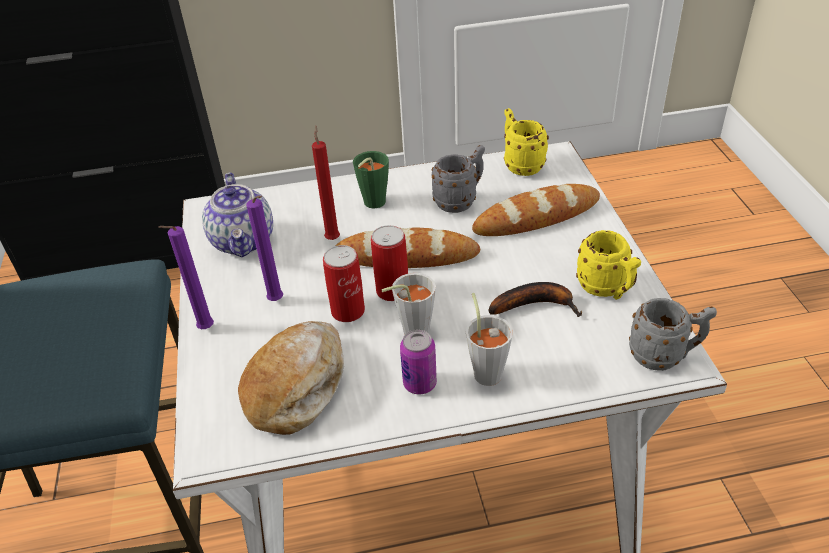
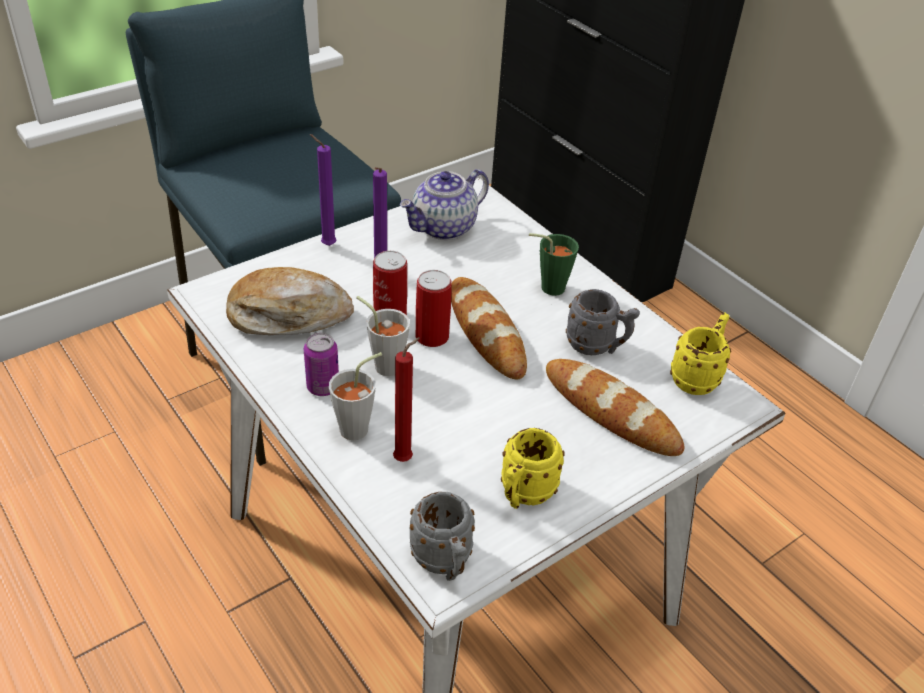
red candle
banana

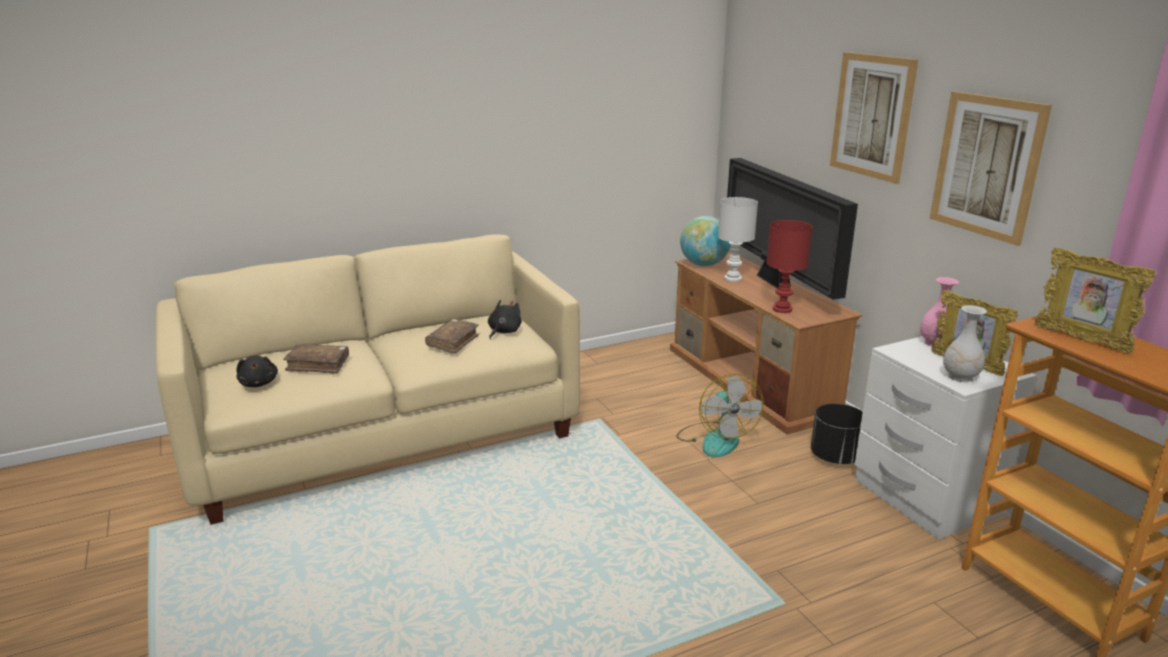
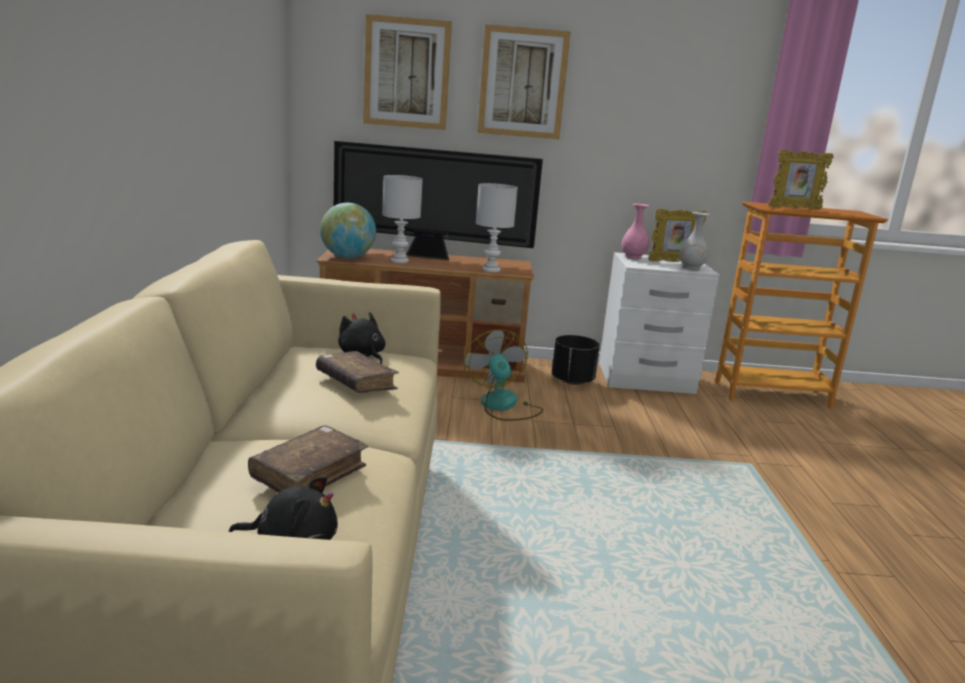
fan
white table lamp (no. 2 from left)
picture (no. 1 from left)

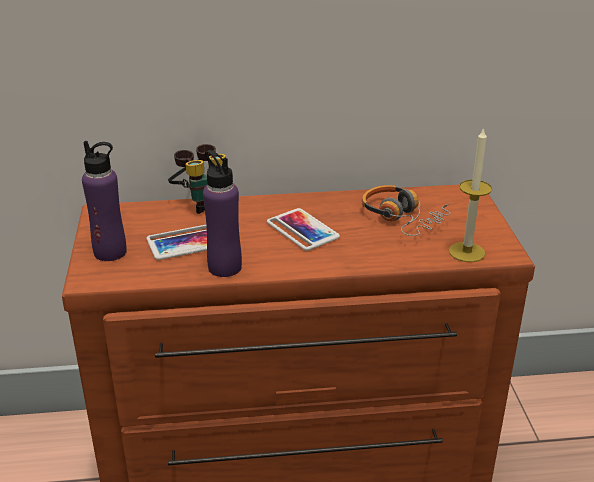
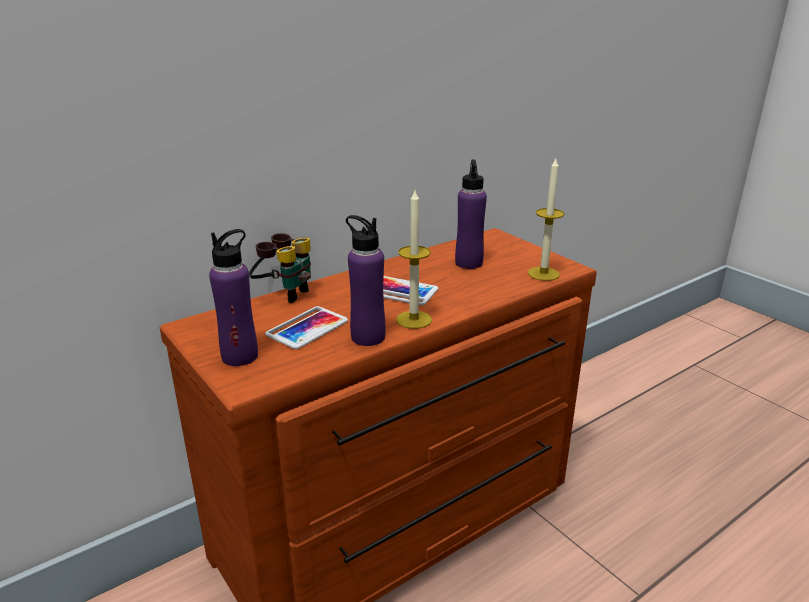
purple bottle (no. 3 from left)
candle (no. 1 from left)

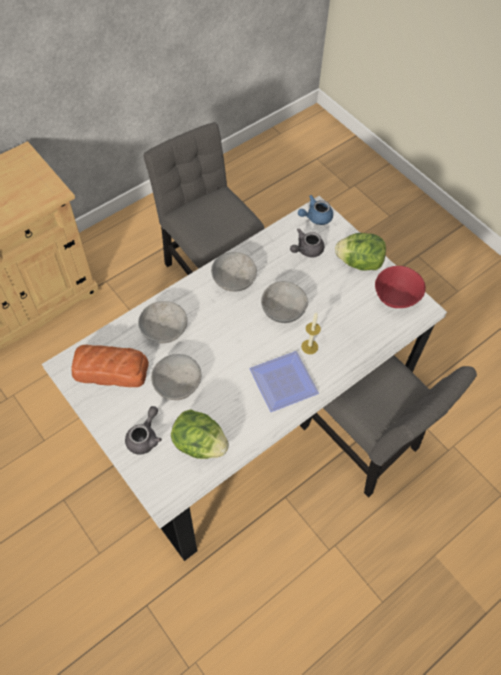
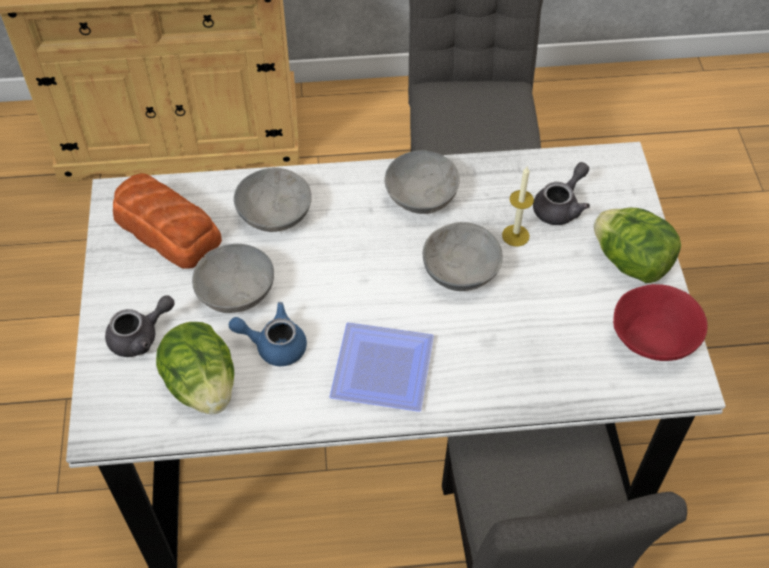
grey teapot (no. 2 from left)
blue teapot
candle

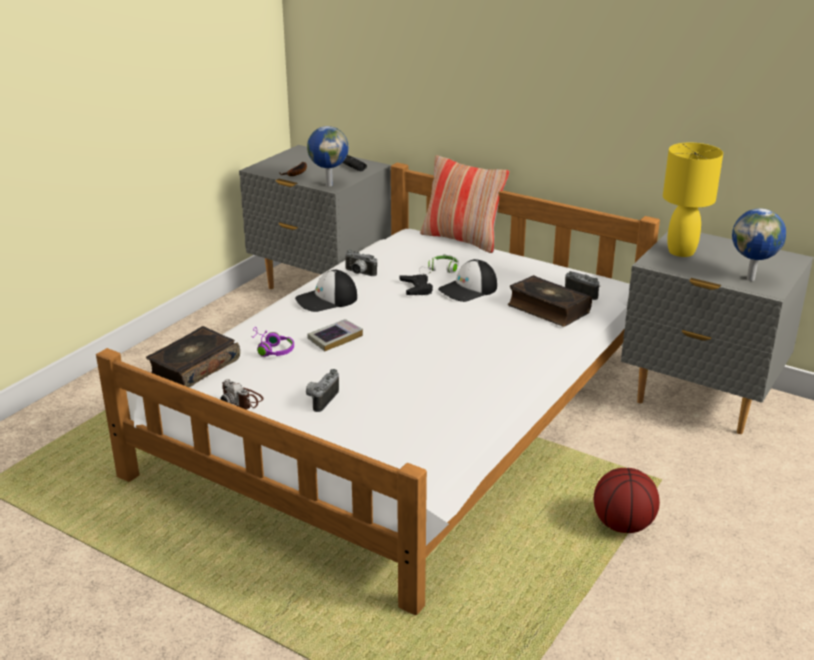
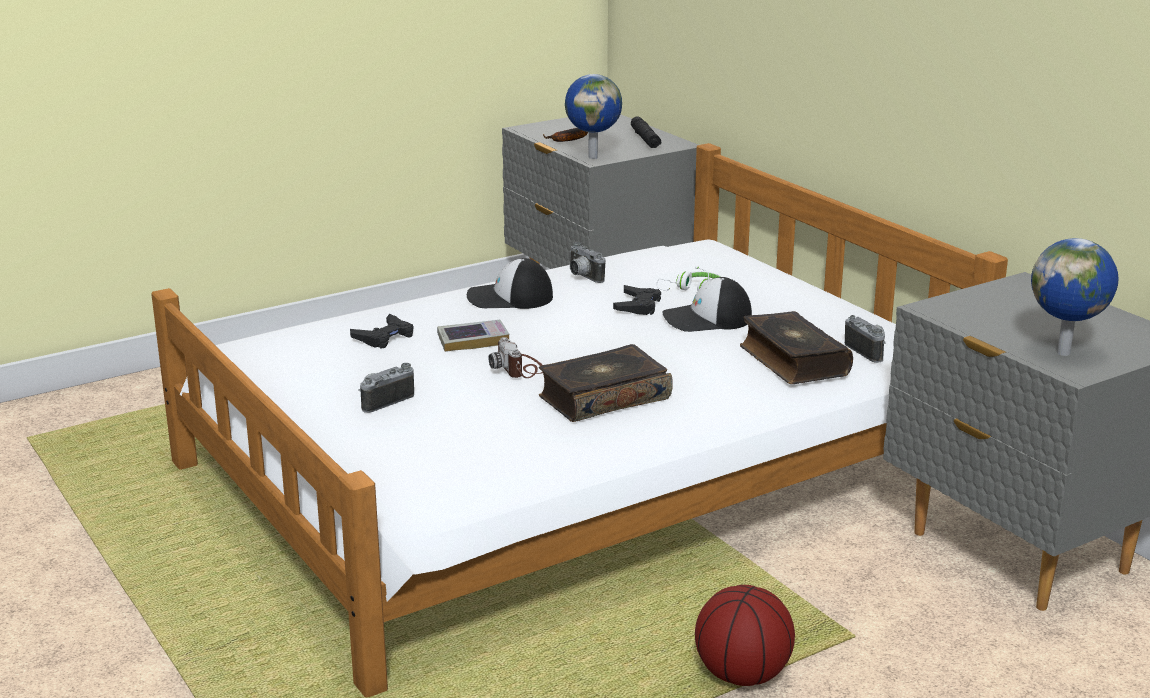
book (no. 2 from left)
photo camera (no. 2 from left)
black game controller (no. 1 from left)
pillow
yellow table lamp

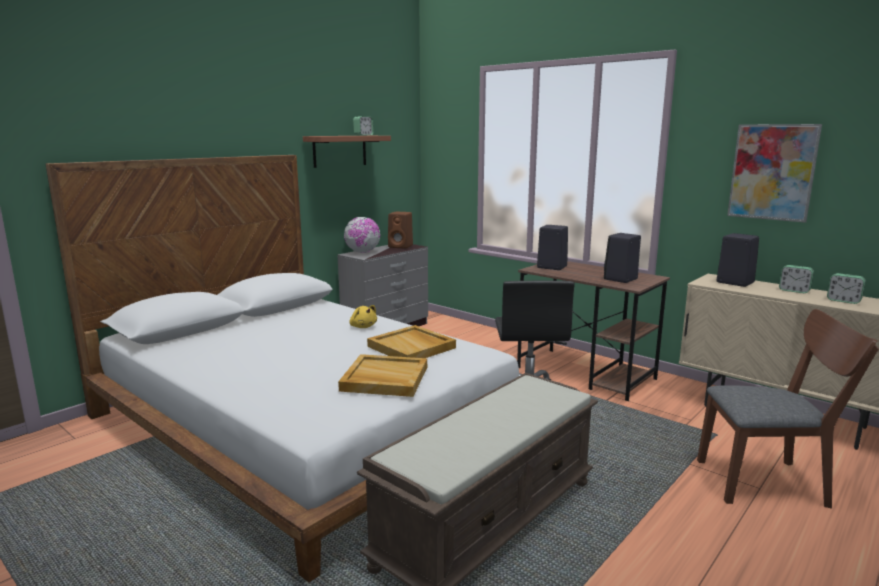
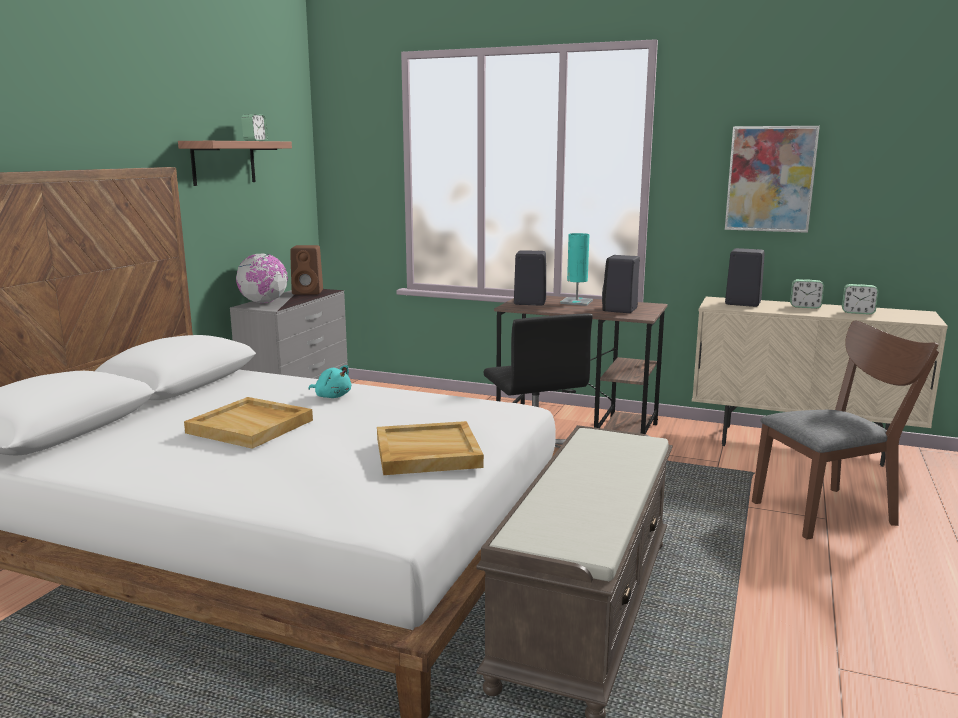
turquoise plush toy
beige tray (no. 1 from left)
turquoise table lamp

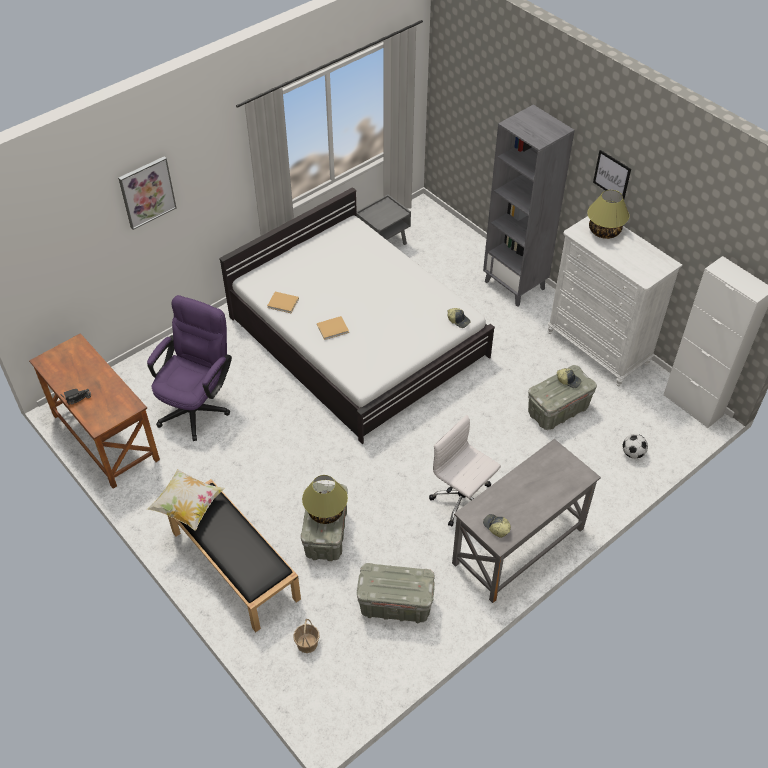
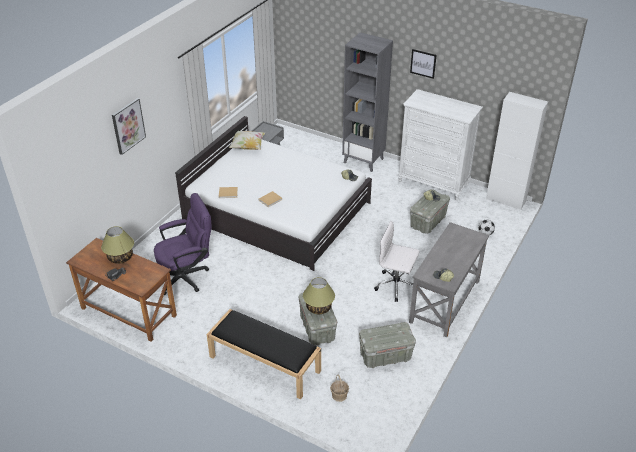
purple office chair
pillow
table lamp (no. 1 from left)

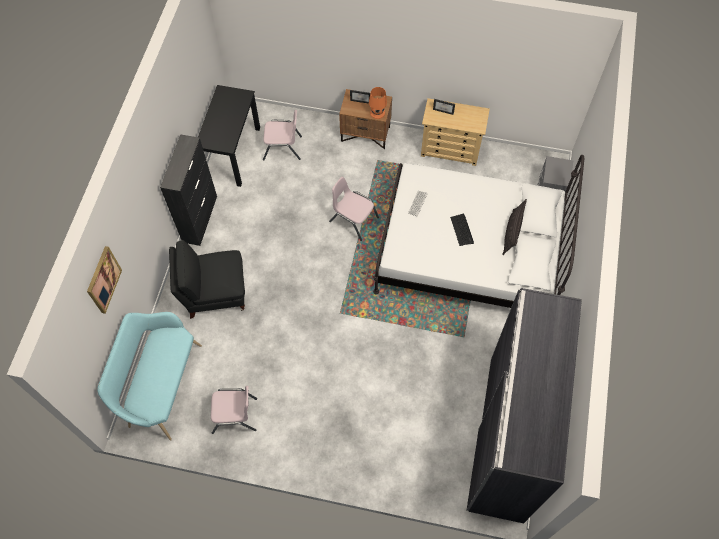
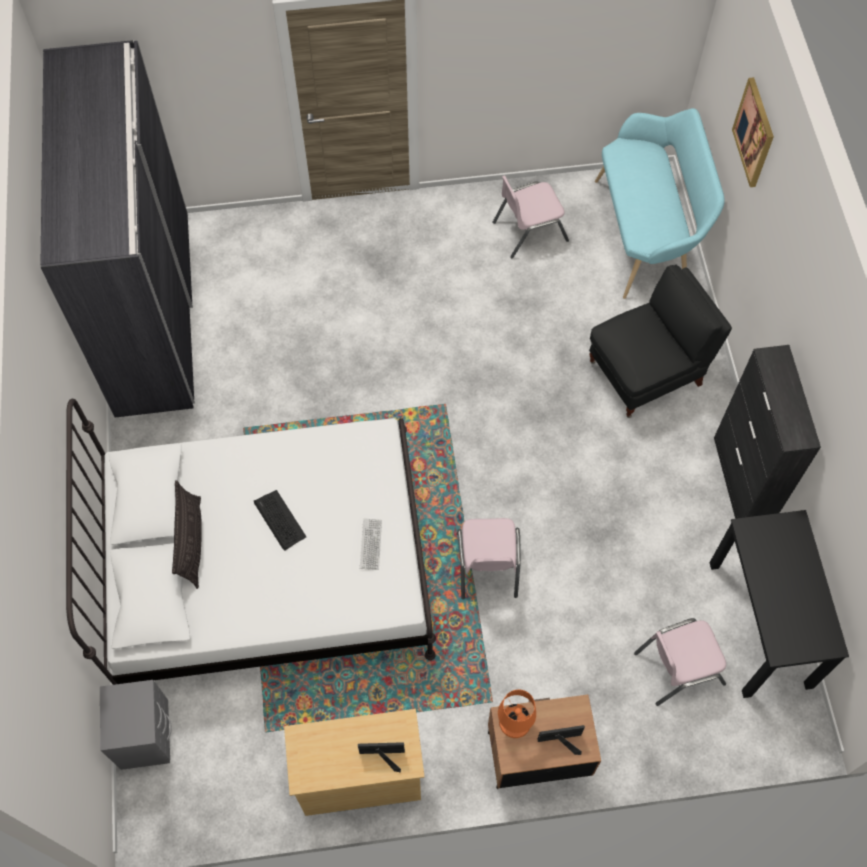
pink chair (no. 1 from left)

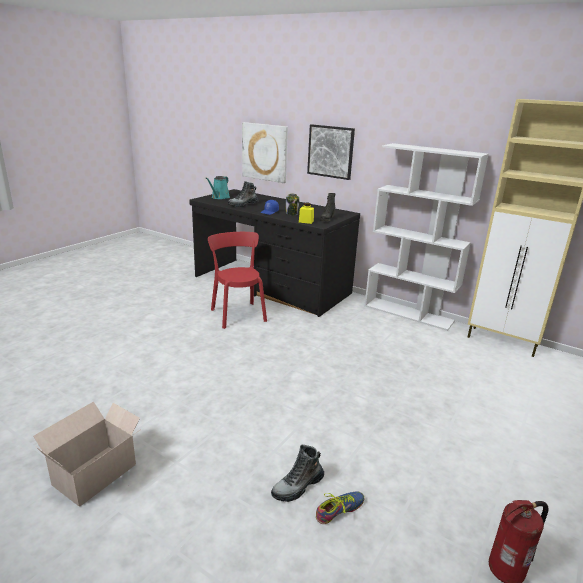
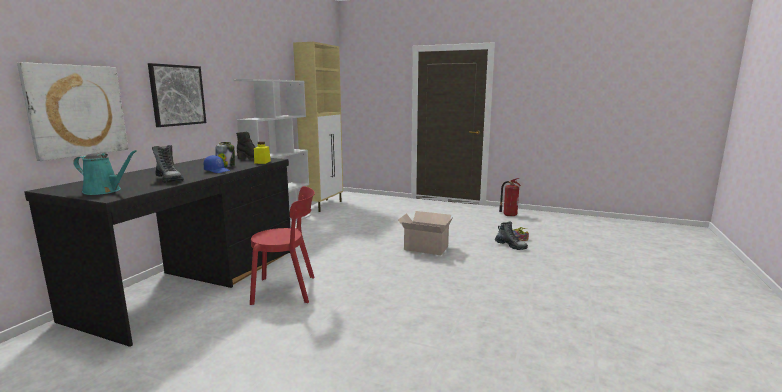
cardboard box
red chair

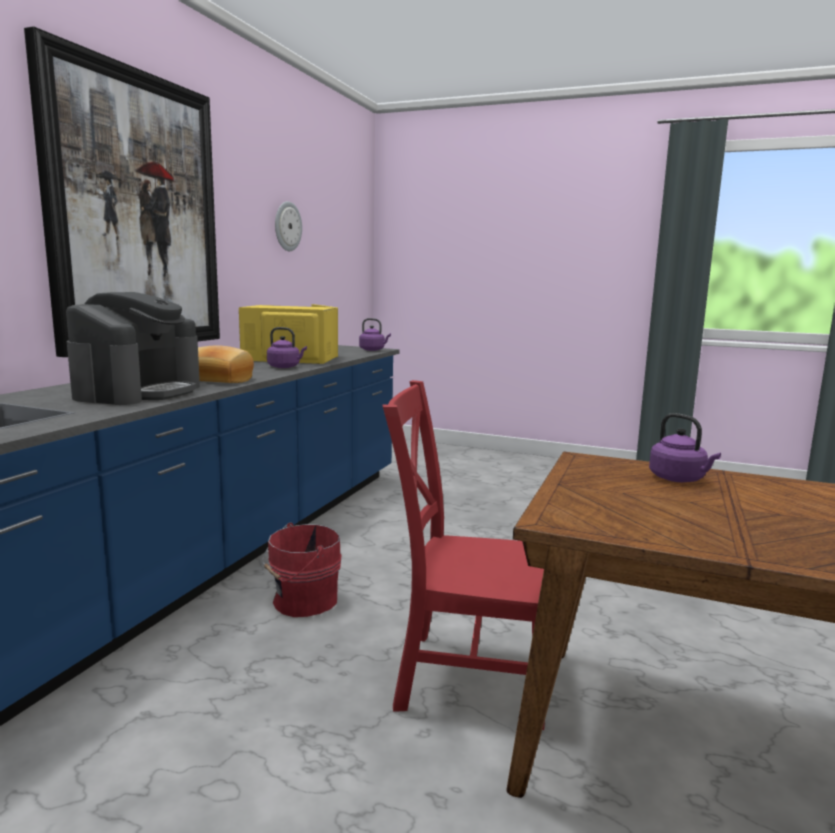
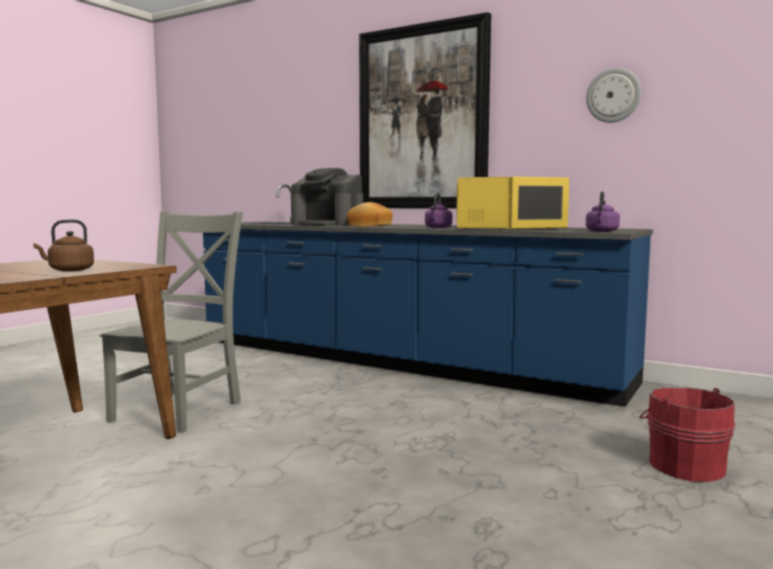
red bucket
grey chair
brown kettle

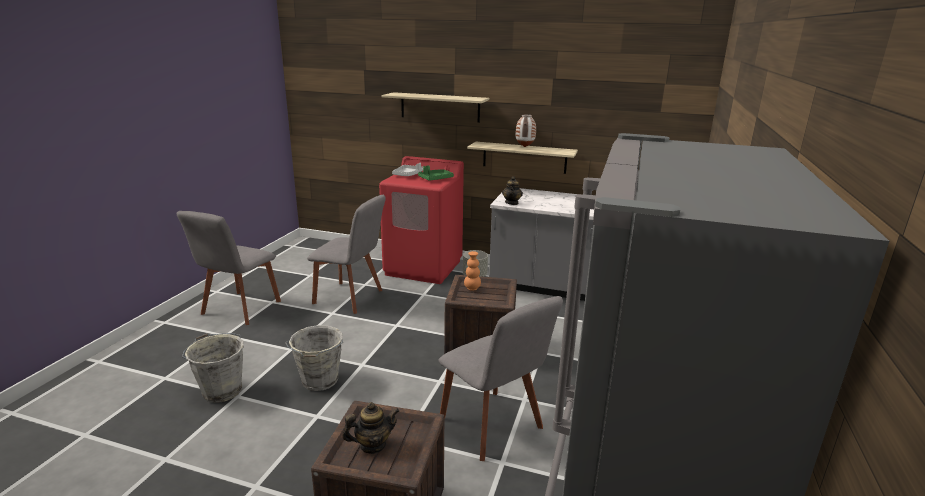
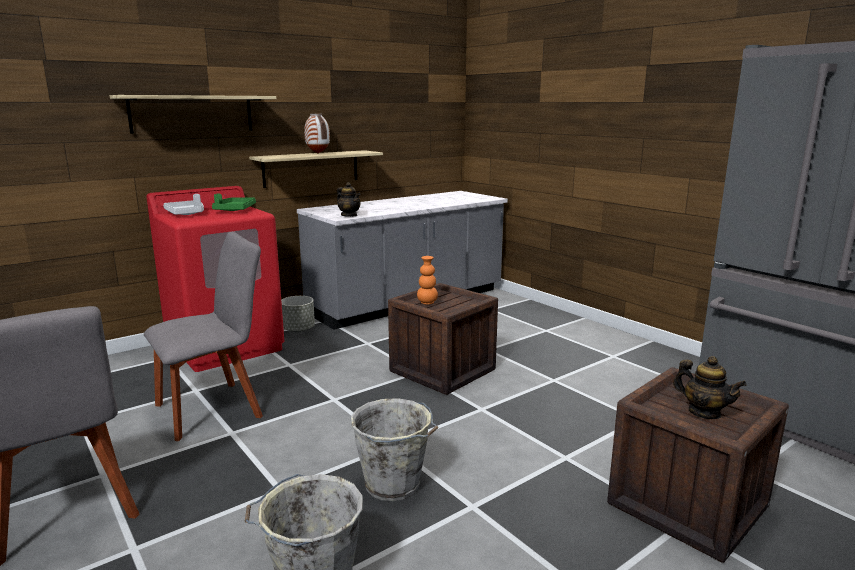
teapot (no. 2 from left)
grey chair (no. 3 from left in the first image)

